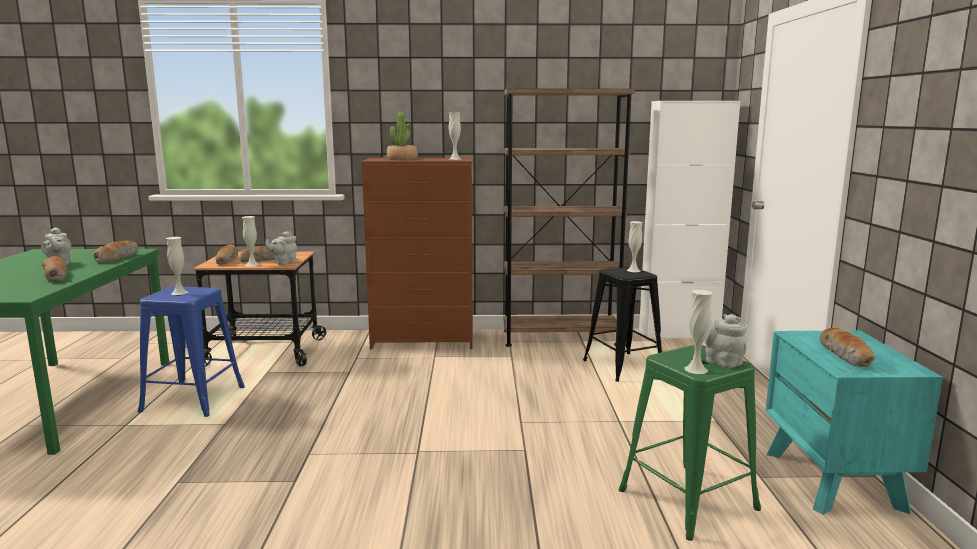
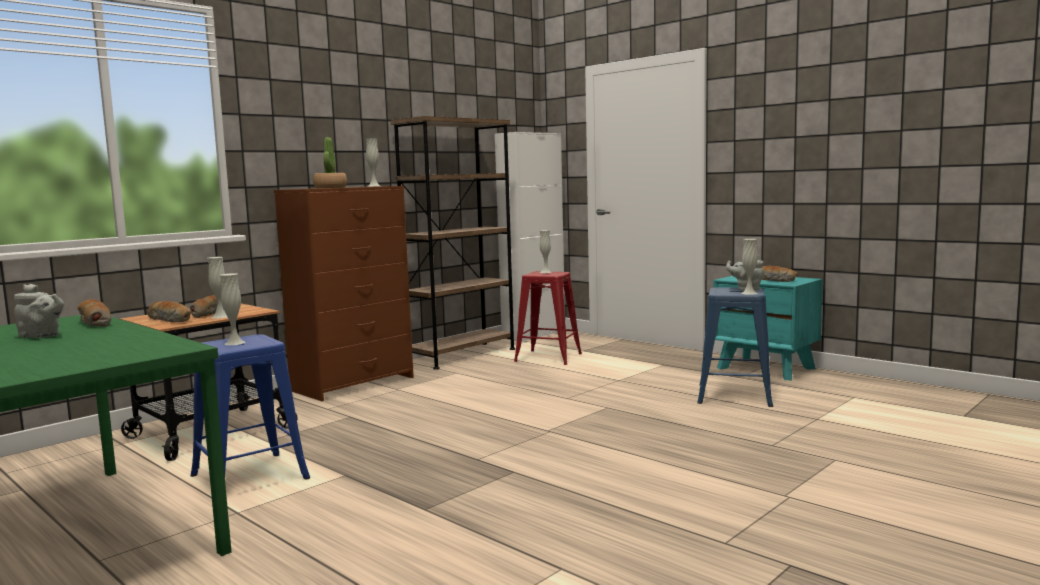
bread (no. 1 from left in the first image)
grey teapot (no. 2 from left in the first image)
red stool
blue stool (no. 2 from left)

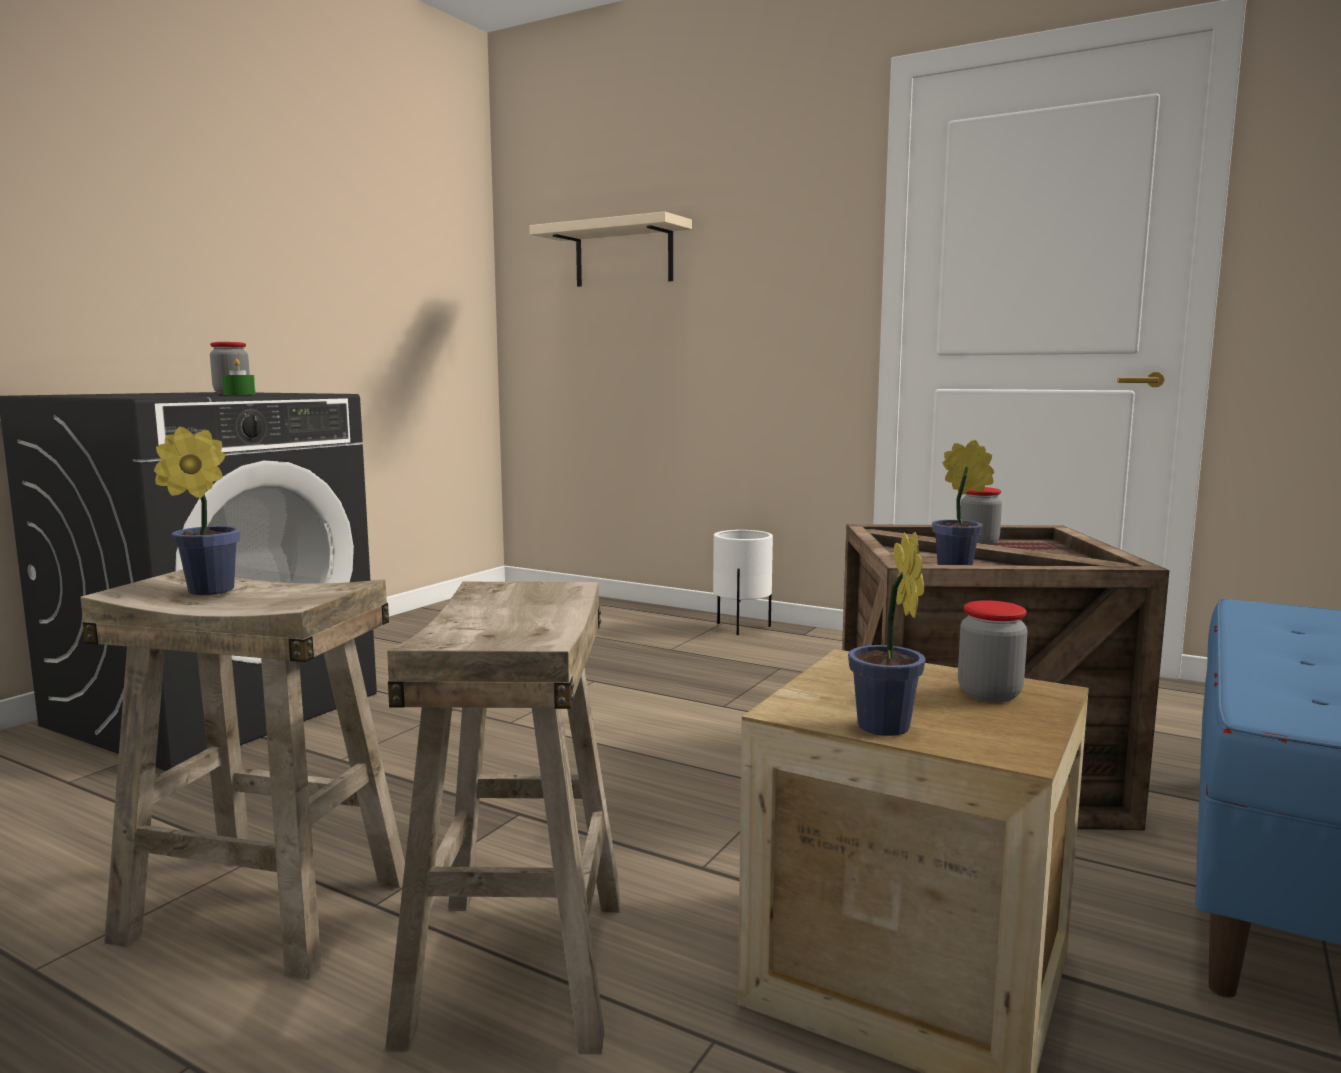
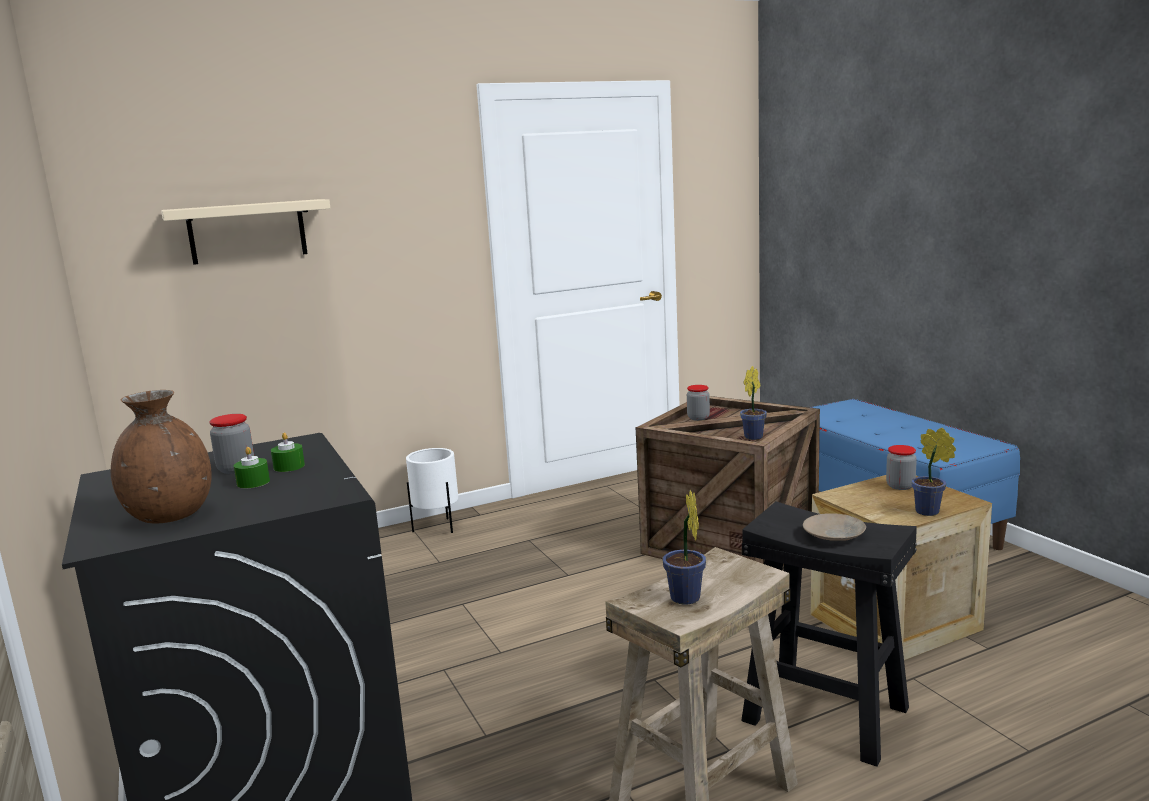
black stool
brown vase
green candle (no. 1 from left)
beige plate

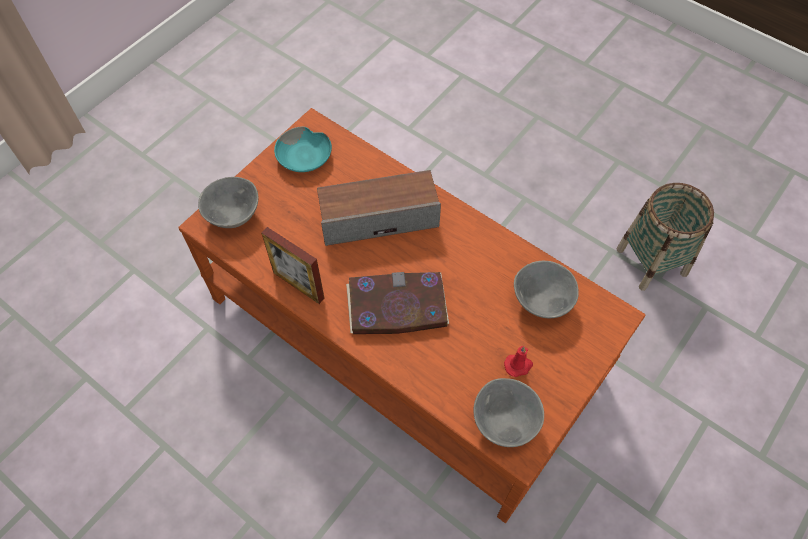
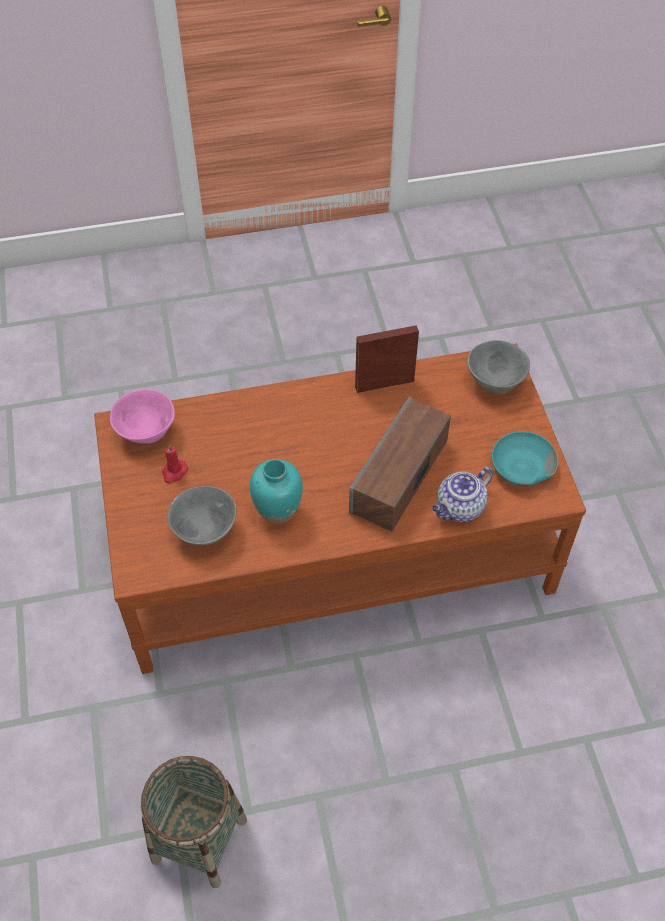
book
pink bowl
turquoise vase
teapot

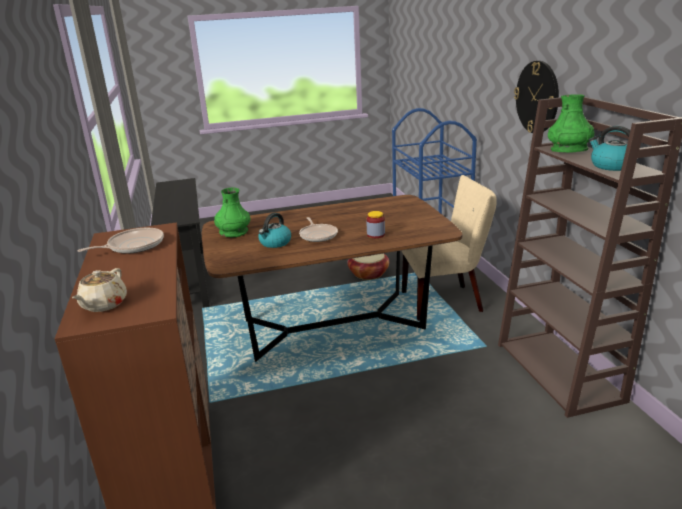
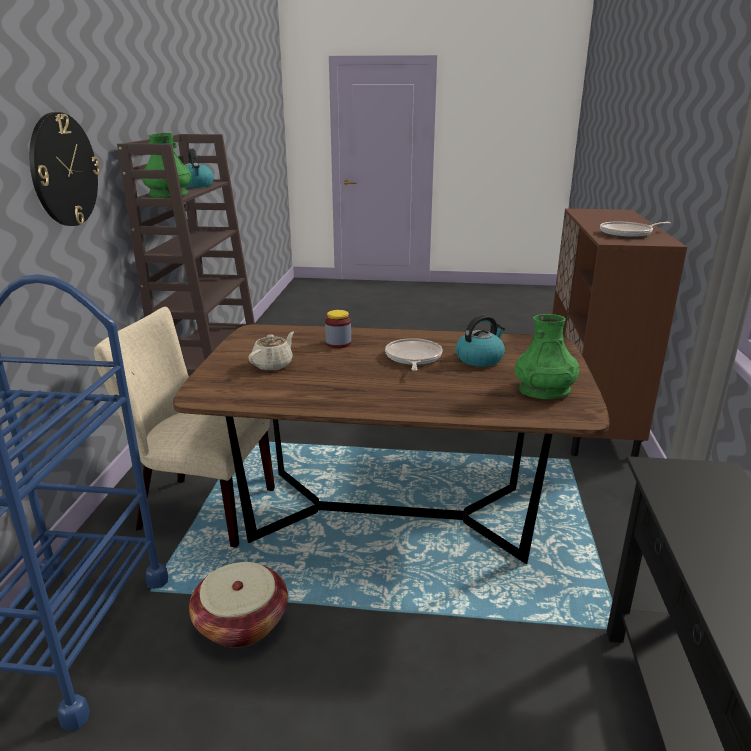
beige teapot

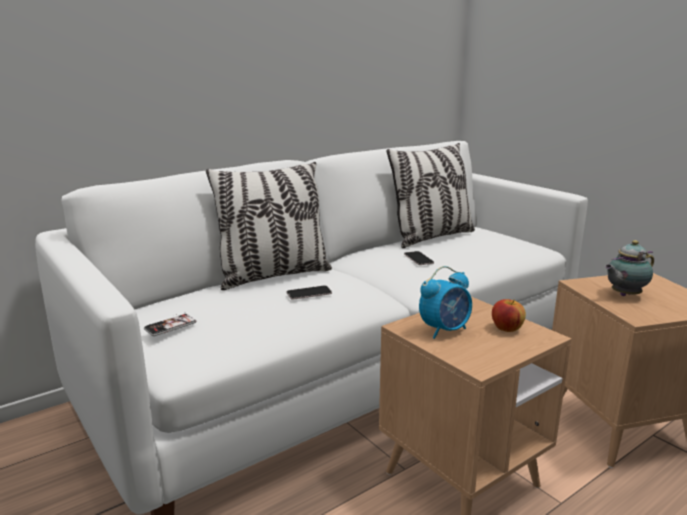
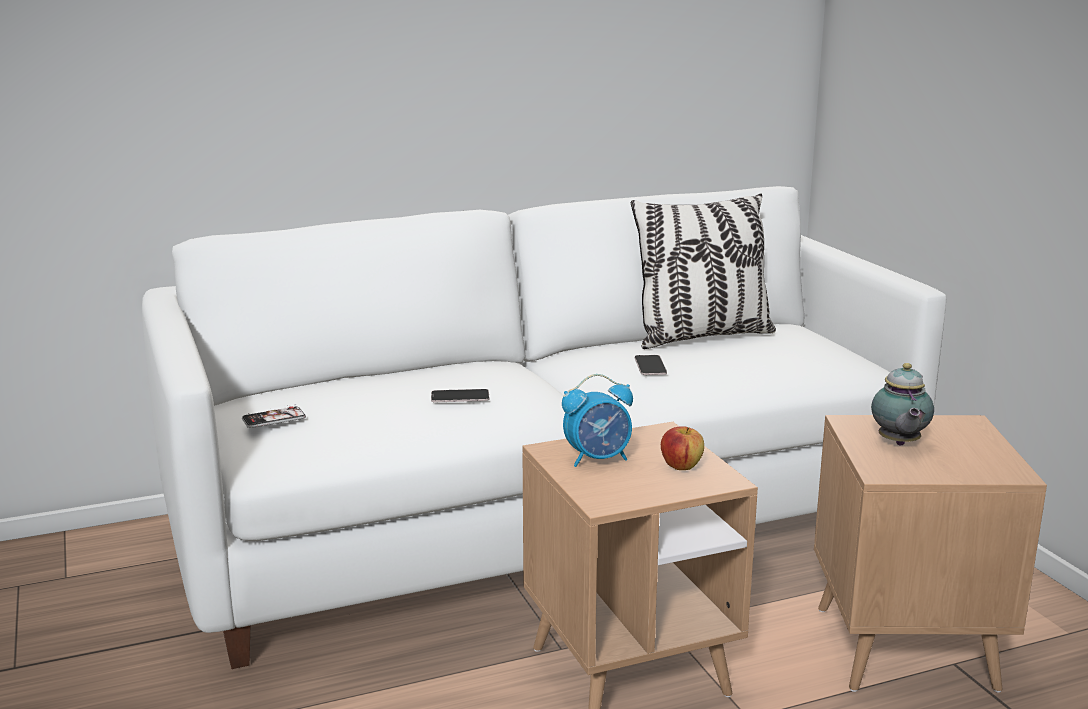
pillow (no. 1 from left in the first image)
teapot

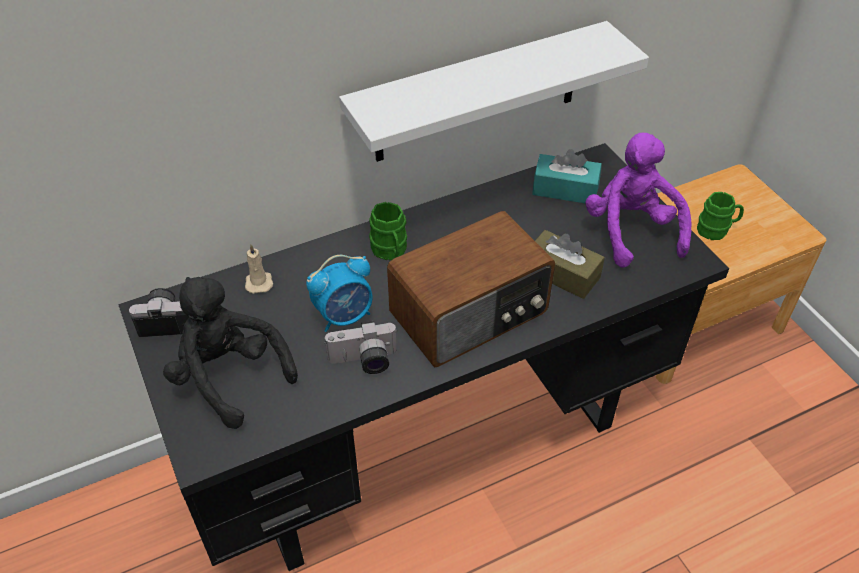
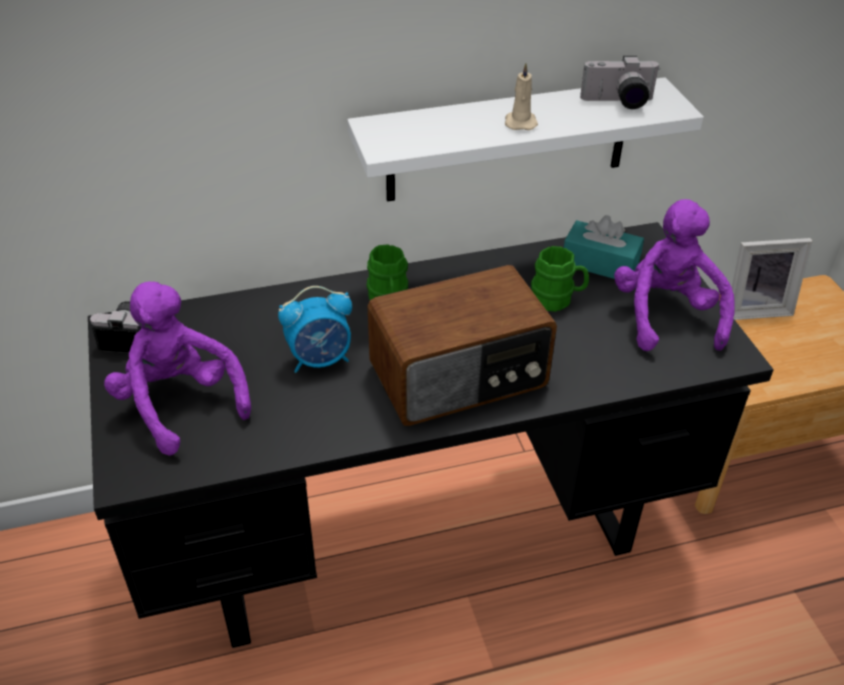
purple plush toy (no. 1 from left)
beige candle
photo camera (no. 2 from left)
brown tissue box
green mug (no. 2 from left)
picture frame

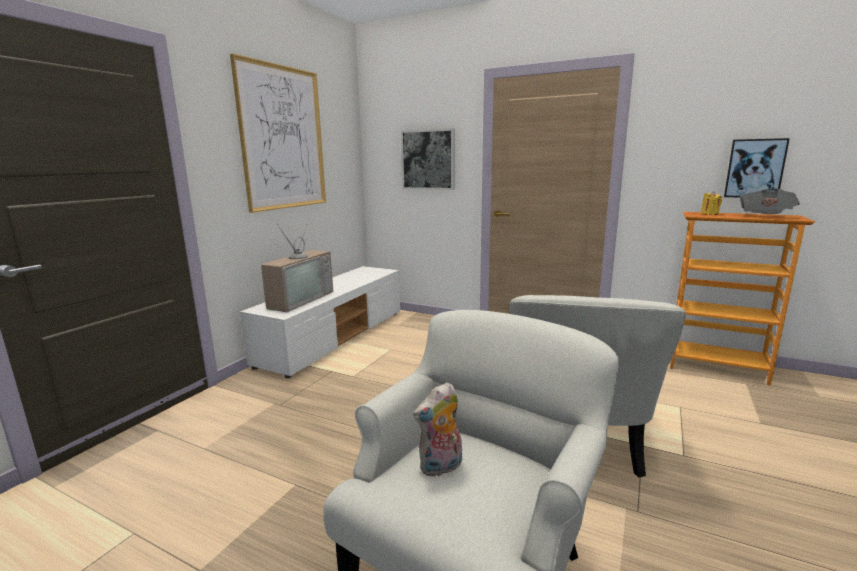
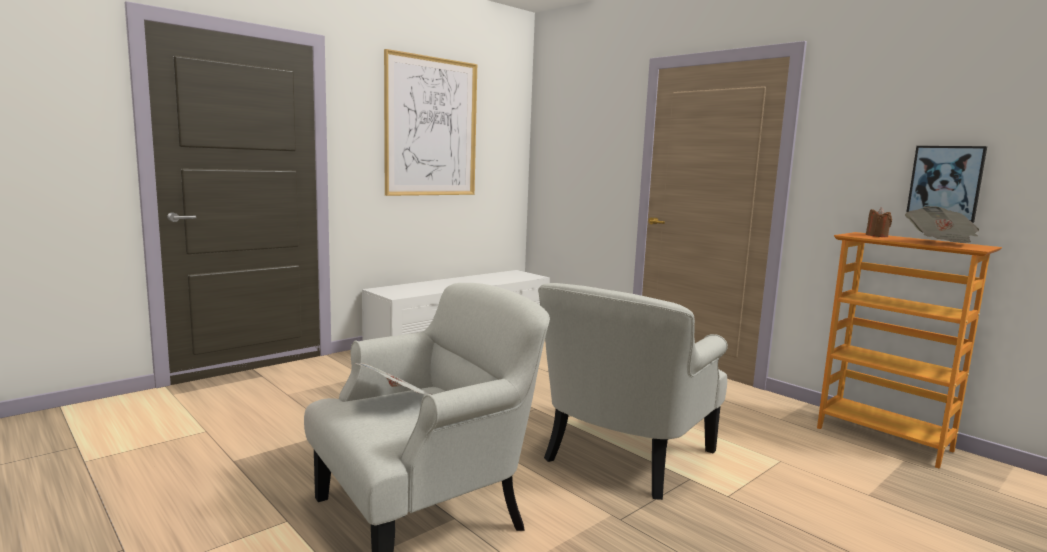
television
picture (no. 2 from left in the first image)
newspaper (no. 1 from left)
brown candle

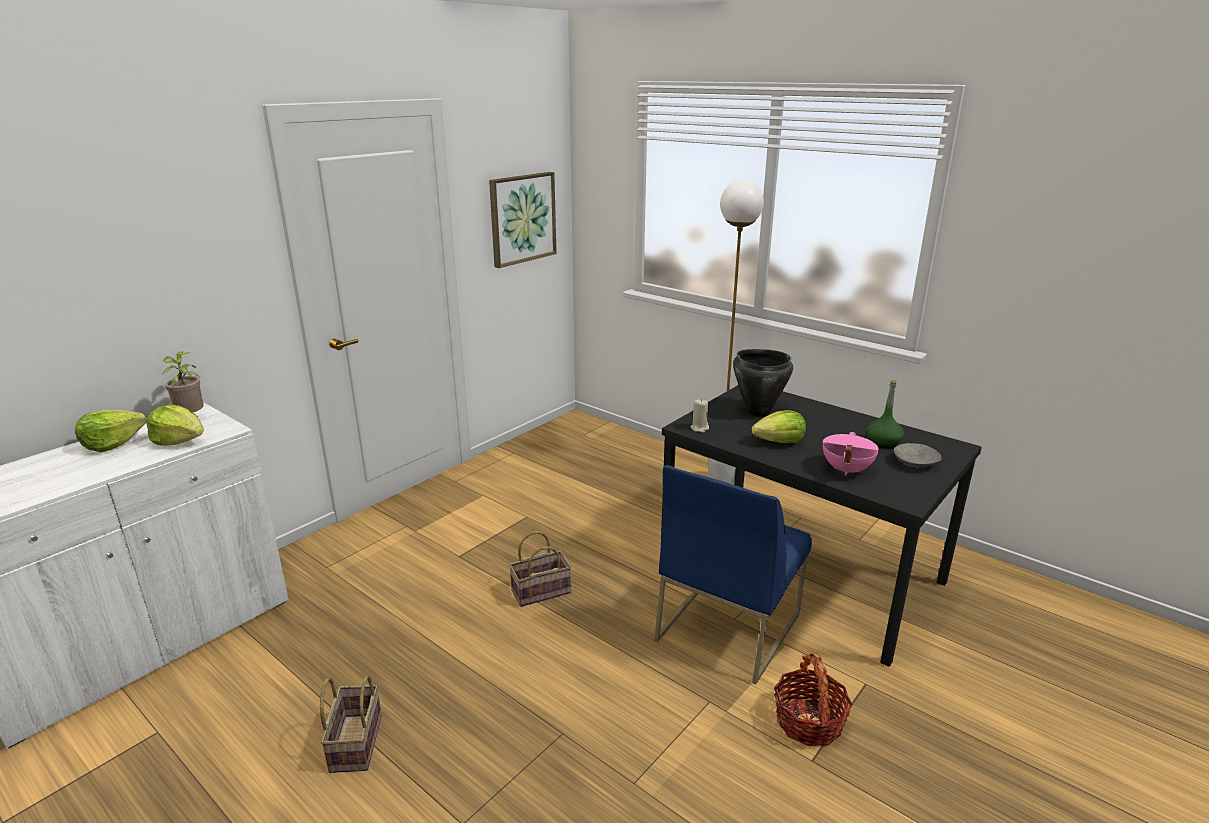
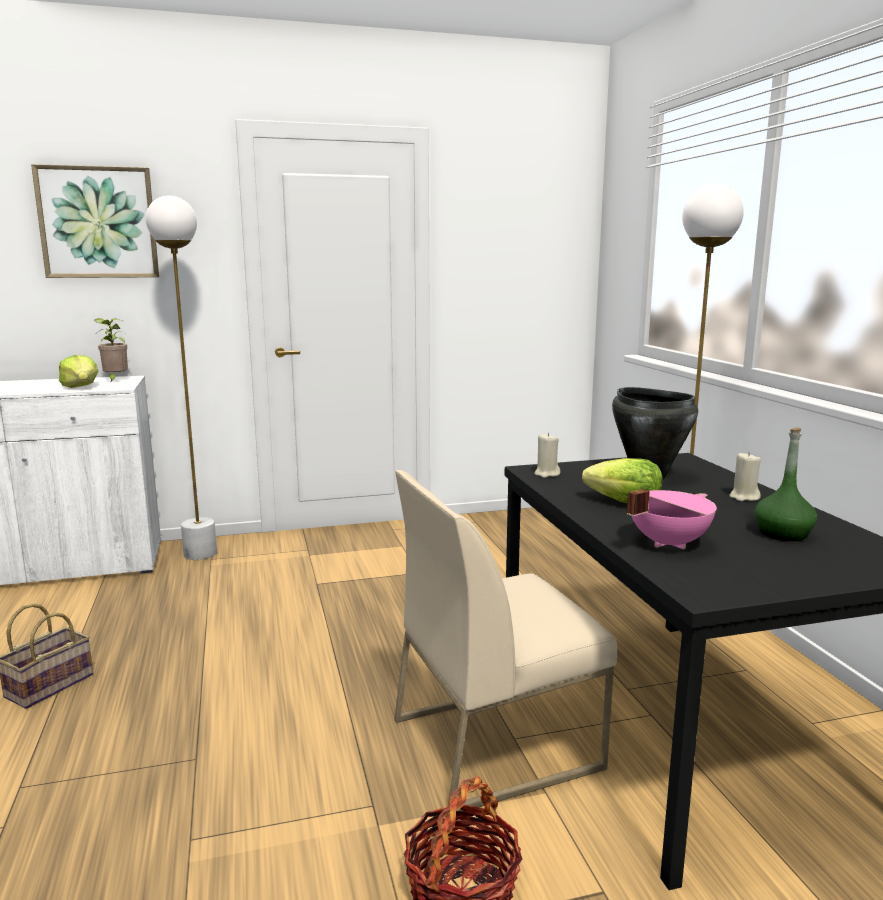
lettuce (no. 1 from left in the first image)
picture
basket (no. 2 from left in the first image)
beige chair
grey bowl
white floor lamp (no. 1 from left)
beige candle (no. 2 from left)

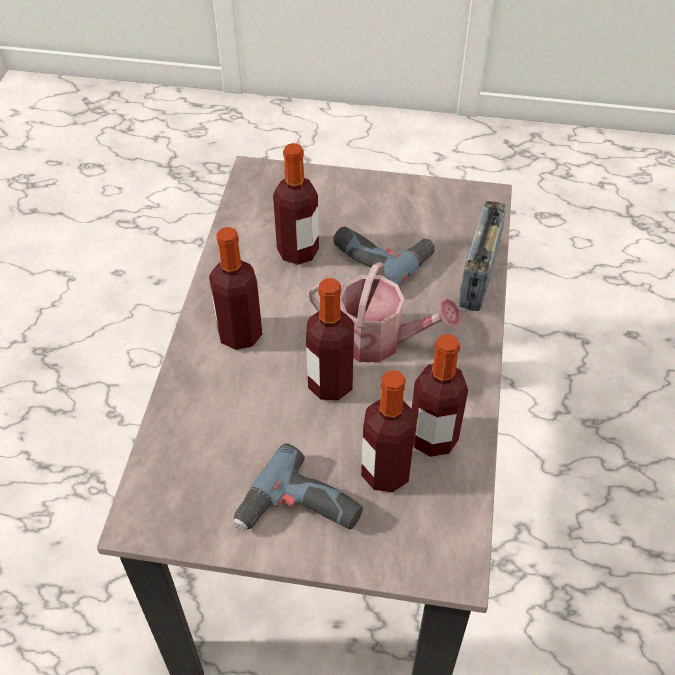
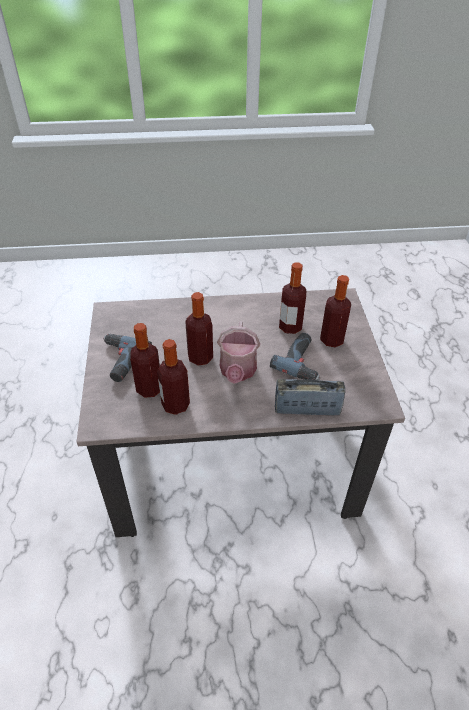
bottle (no. 5 from left)

